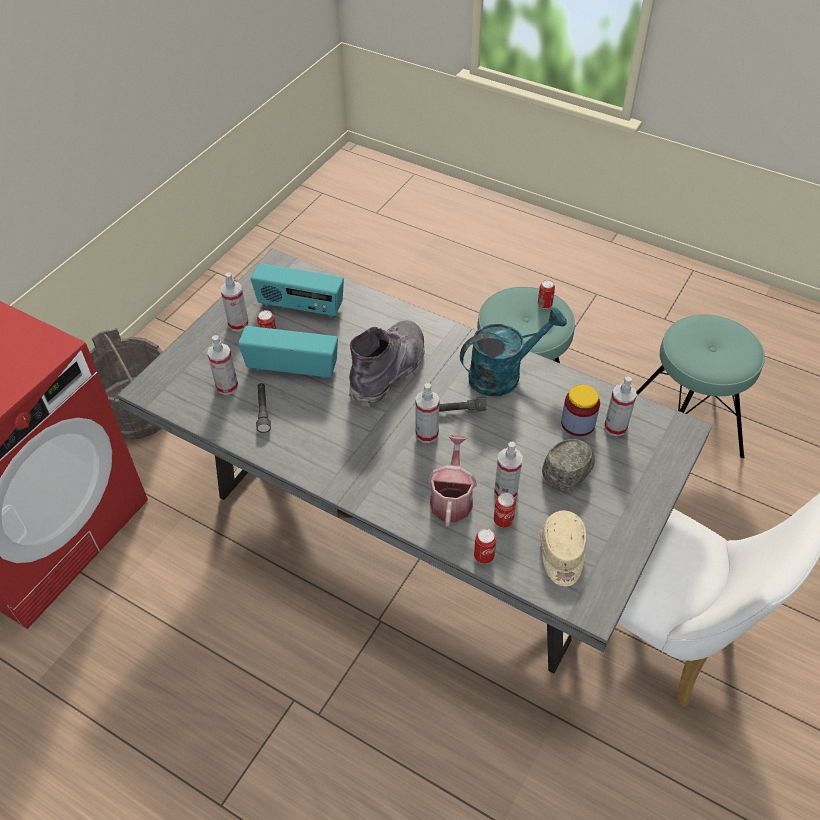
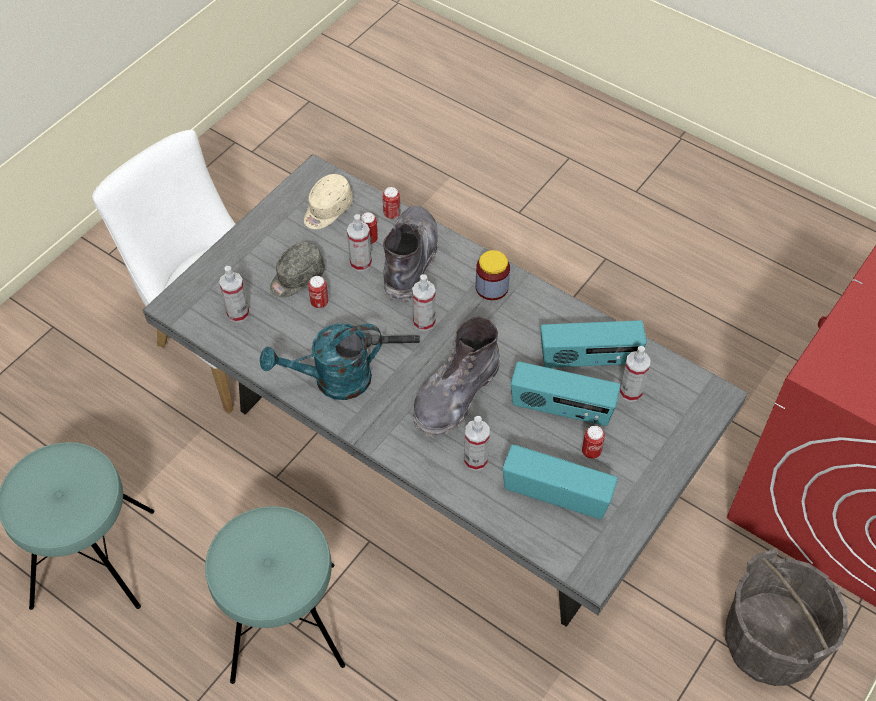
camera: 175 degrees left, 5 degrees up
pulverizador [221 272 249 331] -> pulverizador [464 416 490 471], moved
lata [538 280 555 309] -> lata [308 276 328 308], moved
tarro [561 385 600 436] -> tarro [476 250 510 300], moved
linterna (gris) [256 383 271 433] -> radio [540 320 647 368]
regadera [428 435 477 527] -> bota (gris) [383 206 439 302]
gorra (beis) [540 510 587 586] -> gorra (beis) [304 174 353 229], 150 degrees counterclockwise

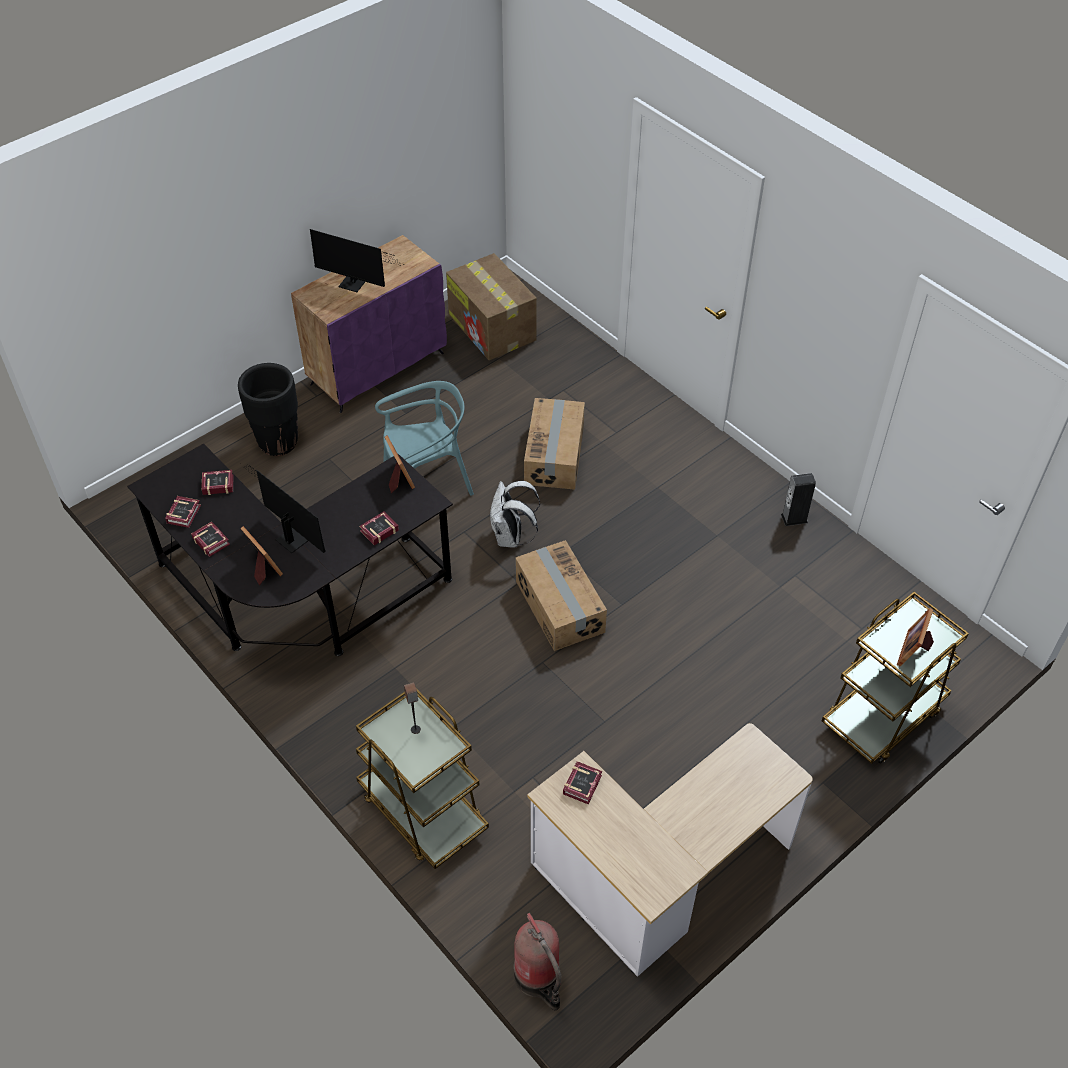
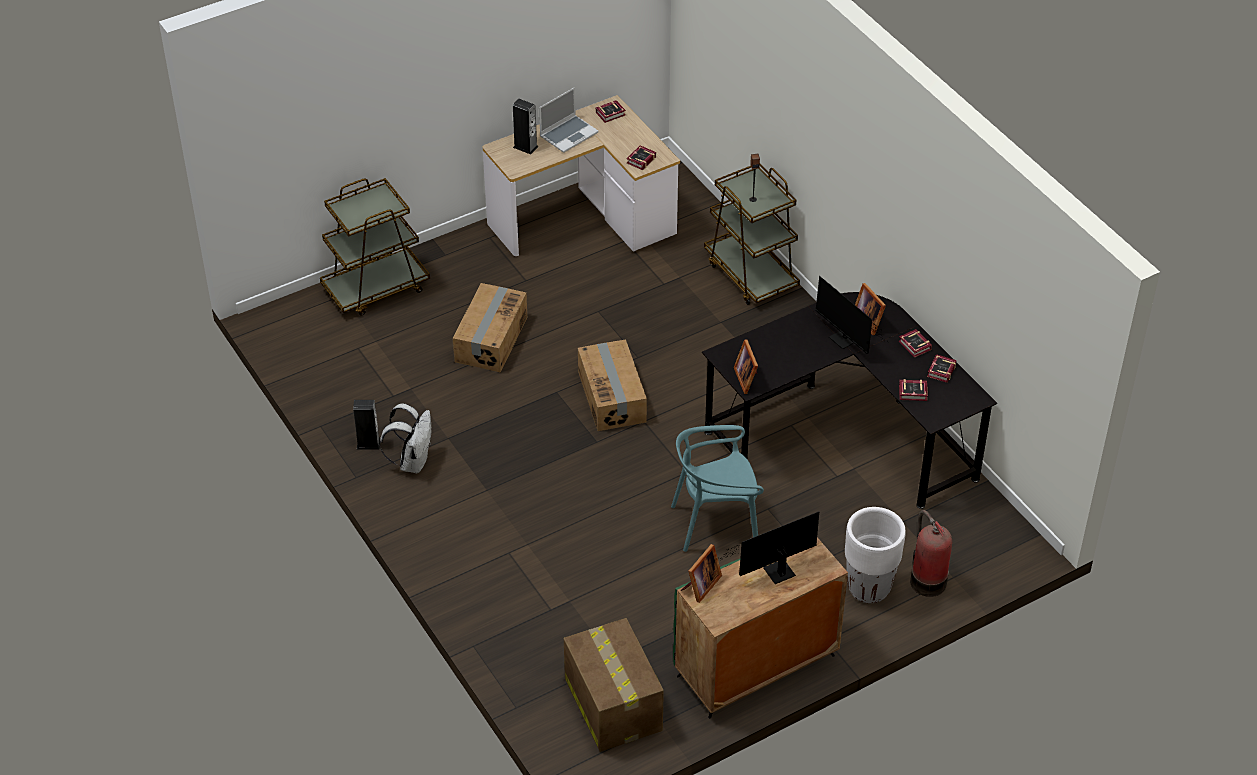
camera: 170 degrees left, 5 degrees down
none -> altavoz [513 99 538 155]
none -> portátil [539 87 599 153]
libro [359 511 399 545] -> libro [596 100 626 123], moved
mochila (blanco) [489 481 540 548] -> mochila (blanco) [380 403 431 473], moved
extintor [514 913 562 1010] -> extintor [910 510 952 597], moved
caja de cartón [524 398 585 490] -> caja de cartón [452 283 527 373], moved
portarretratos [897 608 934 666] -> portarretratos [681 544 722 603], moved
maceta (negro) [238 363 298 456] -> maceta (blanco) [845 507 906 603]
armario (morado) [291 235 447 413] -> armario (verde) [673 537 848 719]
monitor [310 229 405 292] -> monitor [715 512 819 584], 60 degrees counterclockwise

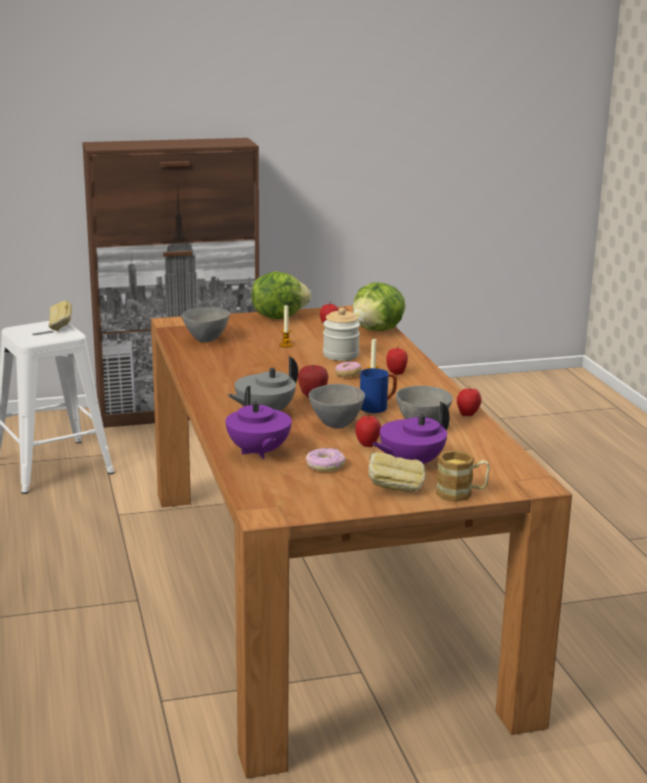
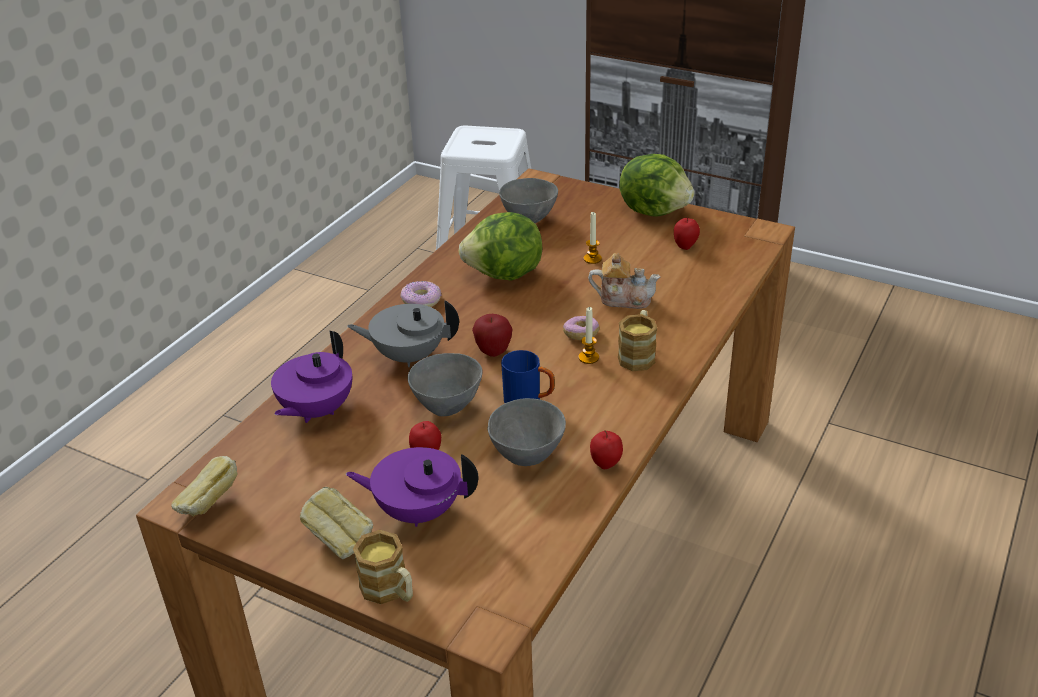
camera: 45 degrees right, 15 degrees up
pan [48 301 72 331] -> pan [171 456 238 517], moved
rosquilla [306 448 346 472] -> rosquilla [400 281 442 307], moved
lechuga [352 282 405 331] -> lechuga [458 212 542 281], moved
tarro [323 308 360 361] -> tetera [588 253 660 309]
manzana [386 346 408 375] -> taza grande [618 310 657 371]

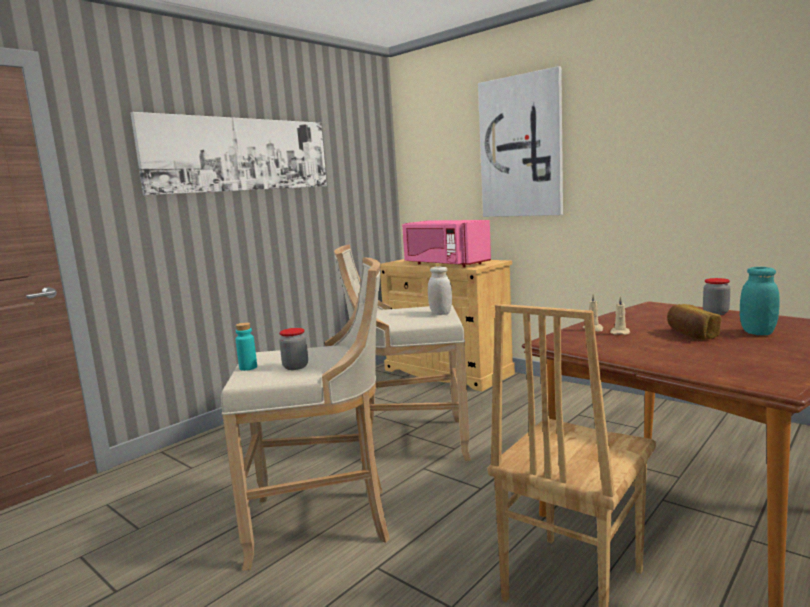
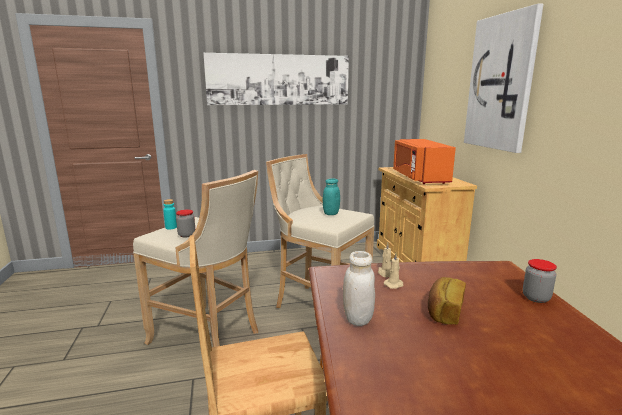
camera: 35 degrees right, 5 degrees up
tarro (blanco) [428 266 452 315] -> tarro (blanco) [343 251 375 326], moved
tarro (turquesa) [740 267 780 335] -> tarro (turquesa) [323 178 340 215], moved
microondas (rosa) [402 220 491 268] -> microondas (naranja) [393 139 456 184]

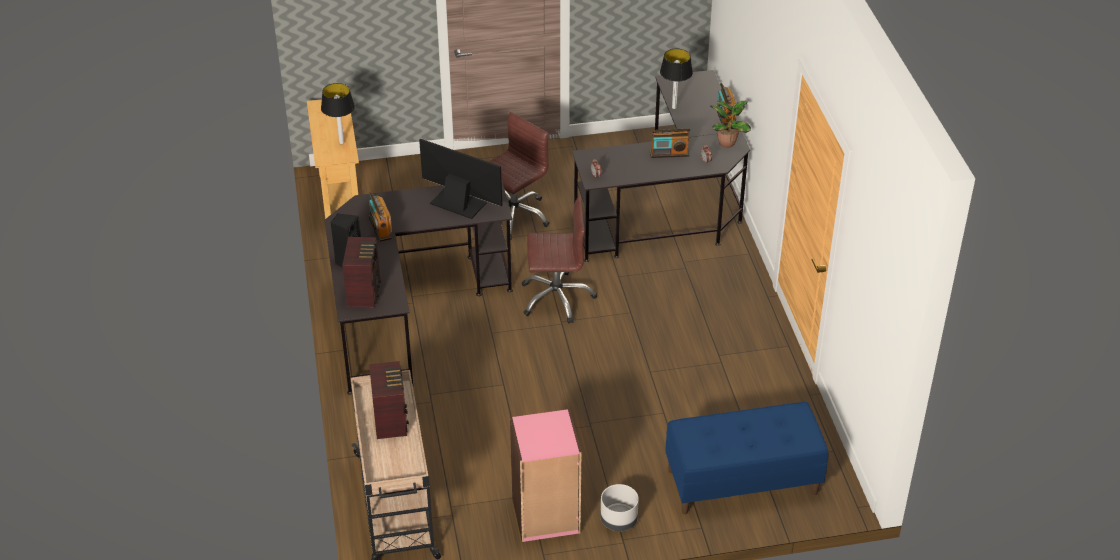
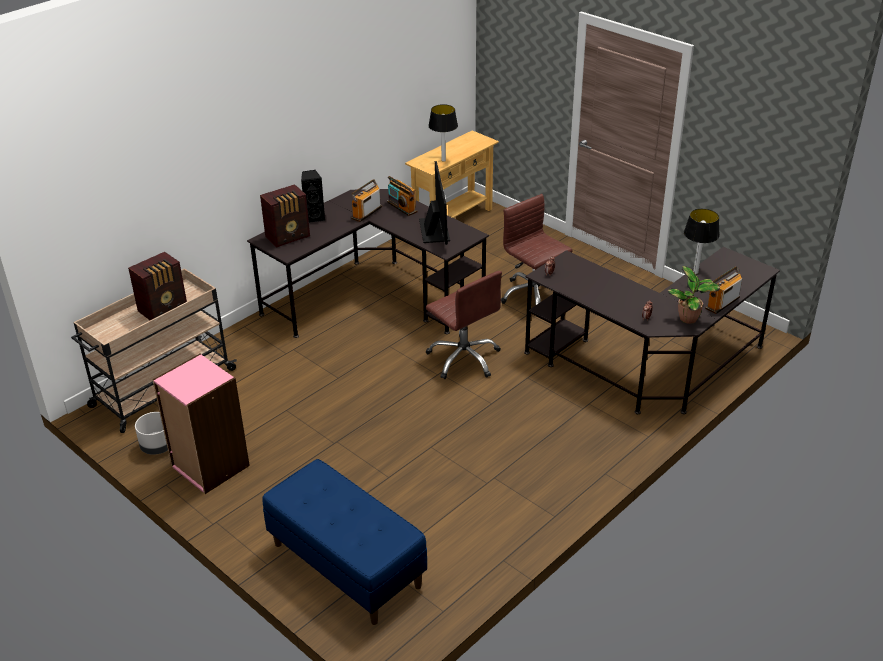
camera: 55 degrees right, 5 degrees down
maceta (gris) [600 484 639 531] -> maceta (gris) [135 412 168 455], moved
radio [650 129 690 158] -> radio [387 176 418 216], moved
silla de oficina (marrón) [489 112 550 240] -> silla de oficina (marrón) [501 194 573 306], 135 degrees counterclockwise

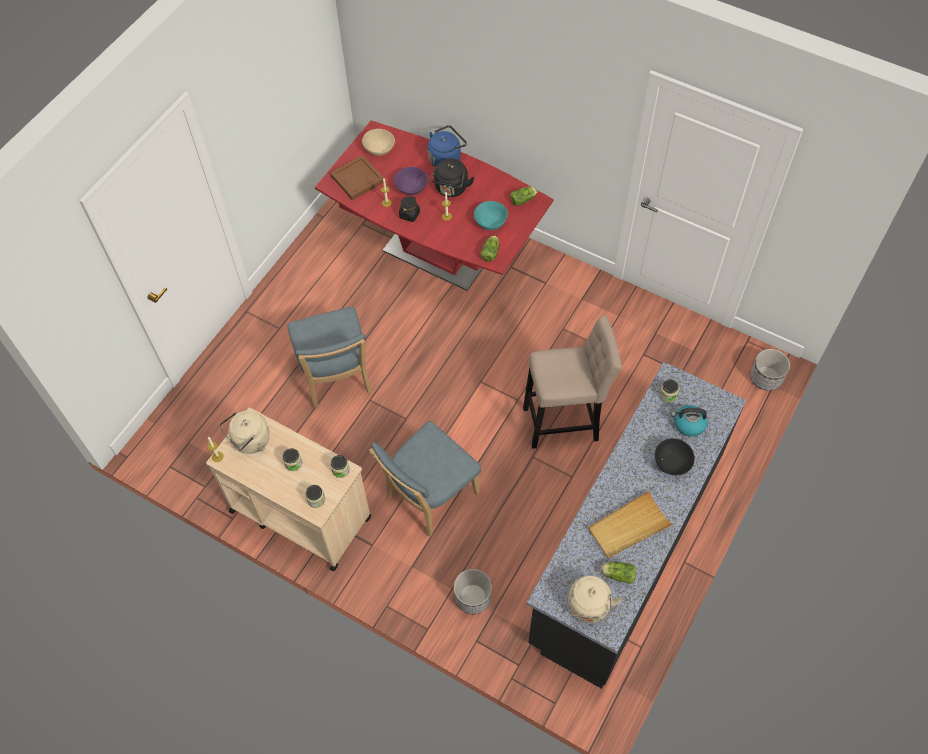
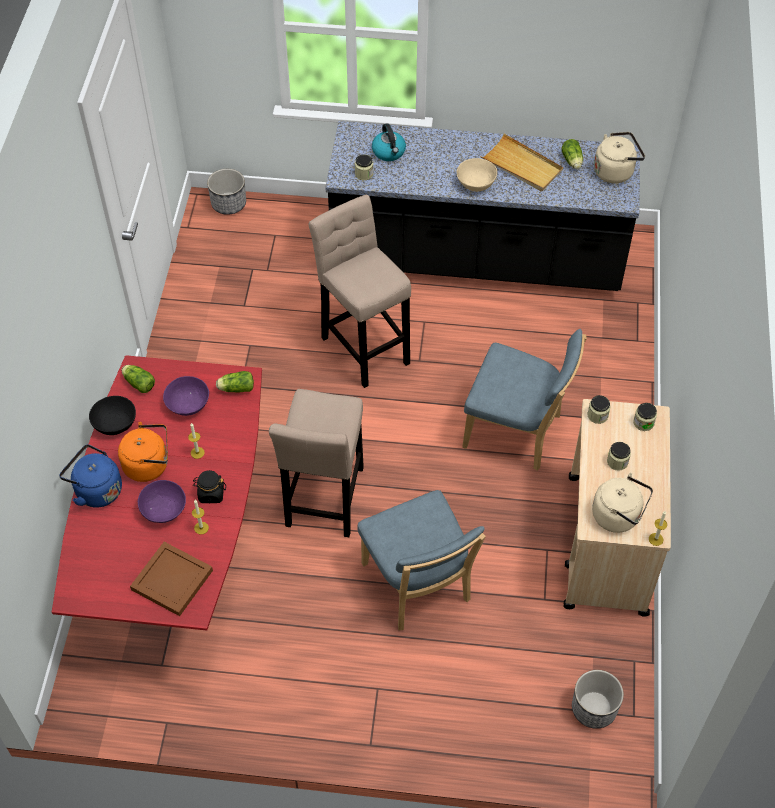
camera: 115 degrees left, 5 degrees down
none -> taburete (beis) [269 389 364 537]
cuenco (beis) [362 129 395 156] -> cuenco (beis) [457 158 497 192], moved
maceta [454 569 492 614] -> maceta [572 670 624 729], moved
cuenco (negro) [655 438 695 475] -> cuenco (negro) [89 396 136 435], moved
hervidor (negro) [431 158 475 197] -> hervidor (naranja) [118 422 168 482]
cuenco (turquesa) [474 201 508 230] -> cuenco (morado) [163 376 209 416]
silla (azul) [287 307 372 408] -> silla (azul) [358 490 486 630], 105 degrees clockwise

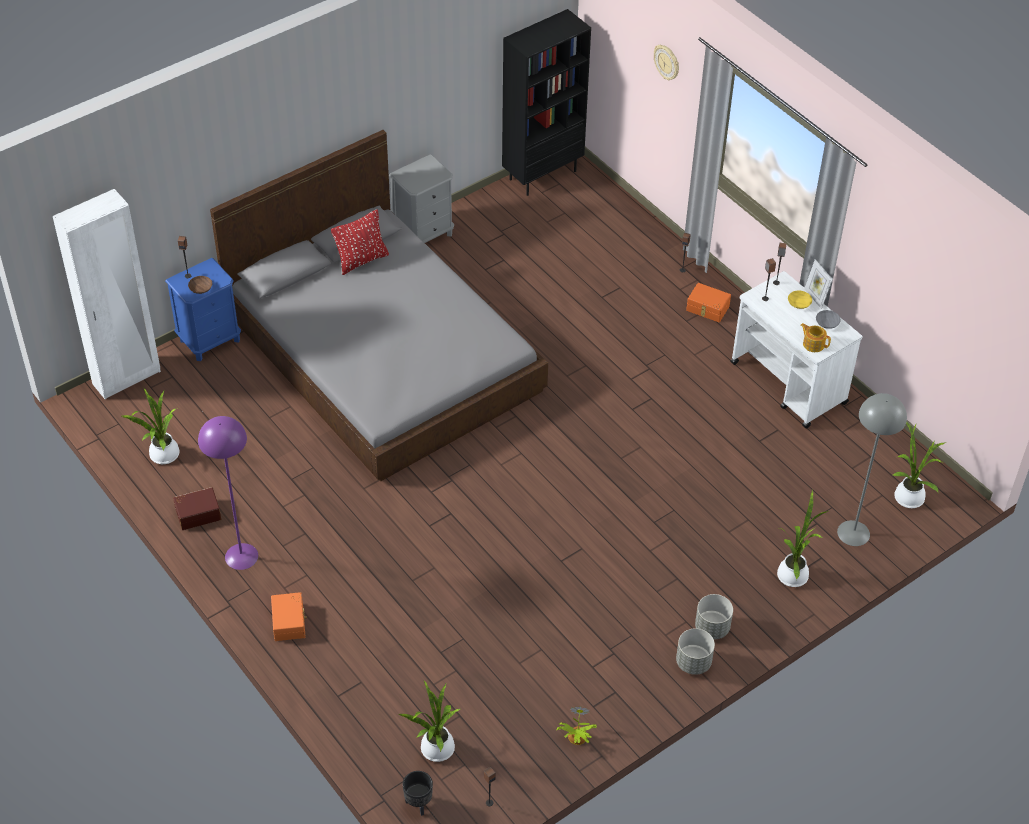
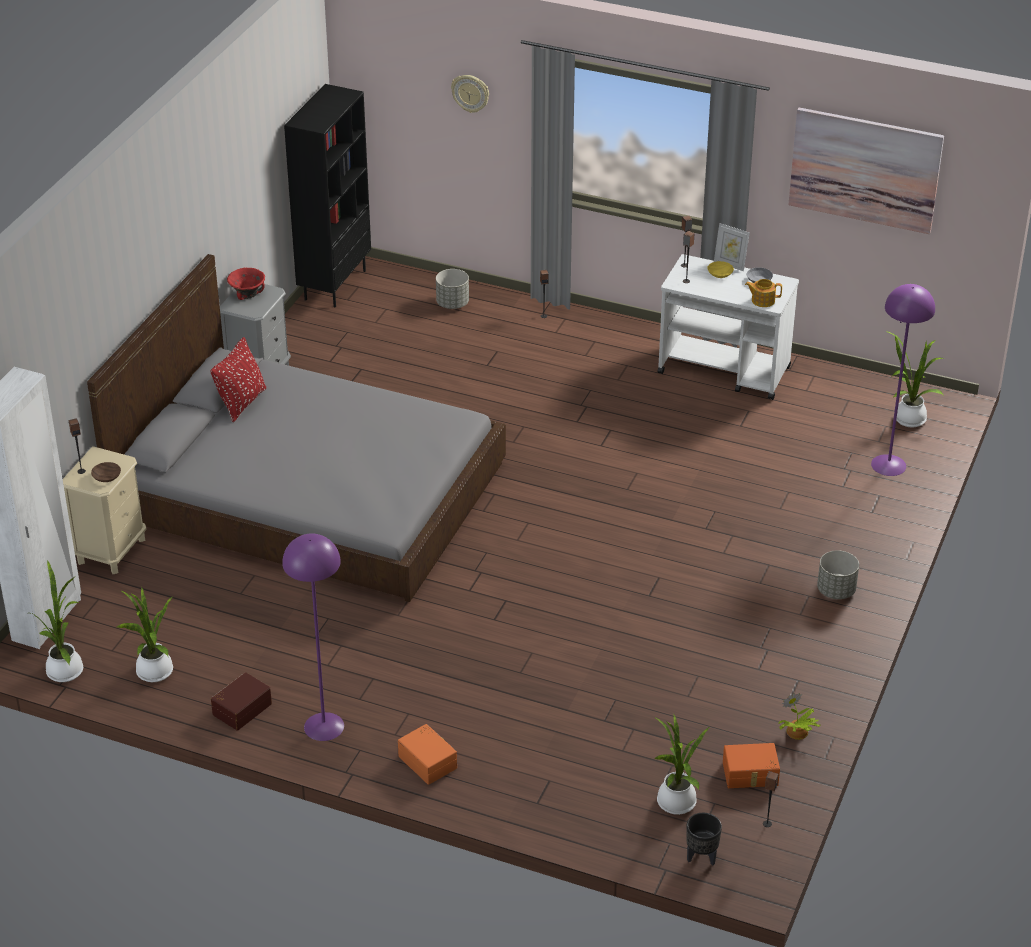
camera: 30 degrees left, 10 degrees down
none -> cuenco (rojo) [227 268 265 300]
none -> cuadro [788 108 944 234]
maceta (gris) [676 628 715 675] -> maceta (gris) [436 269 469 309], moved
caja de almacenaje (naranja) [686 283 731 322] -> caja de almacenaje (naranja) [723 743 780 788], moved
planta en maceta [777 490 828 587] -> planta en maceta [31 559 83 682], moved
mesita de noche (azul) [165 258 241 361] -> mesita de noche (beis) [63 446 147 574]
lámpara de pie (gris) [837 393 907 546] -> lámpara de pie (morado) [871 284 935 476]

